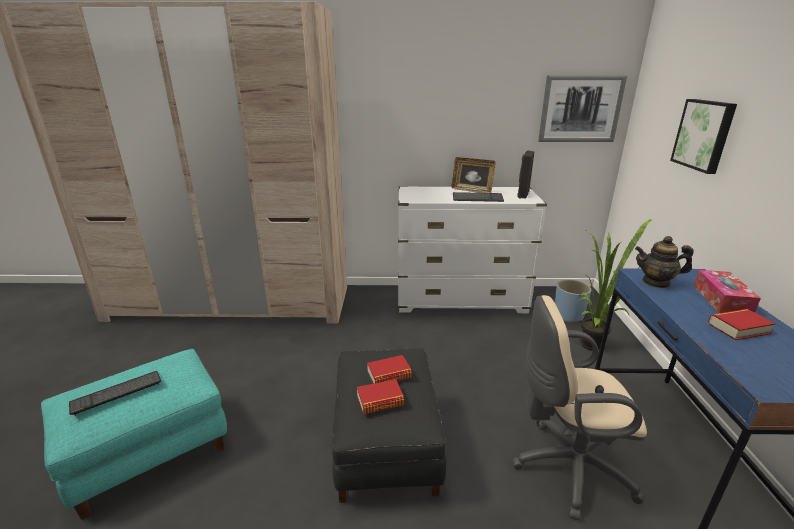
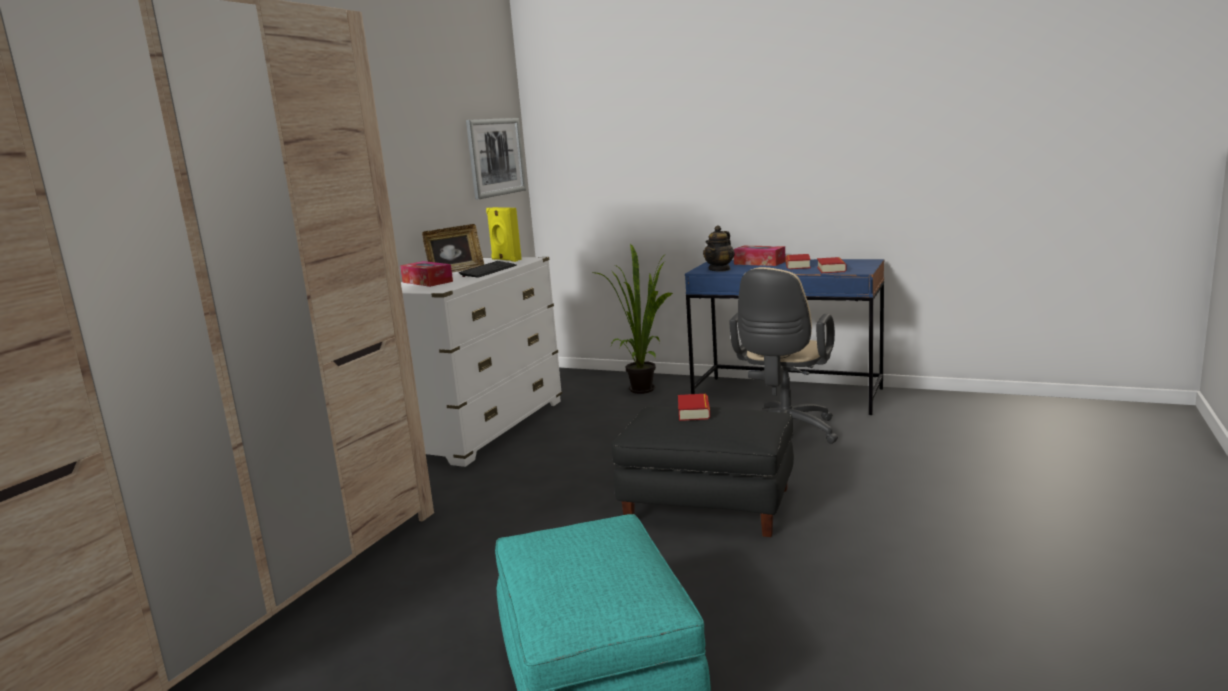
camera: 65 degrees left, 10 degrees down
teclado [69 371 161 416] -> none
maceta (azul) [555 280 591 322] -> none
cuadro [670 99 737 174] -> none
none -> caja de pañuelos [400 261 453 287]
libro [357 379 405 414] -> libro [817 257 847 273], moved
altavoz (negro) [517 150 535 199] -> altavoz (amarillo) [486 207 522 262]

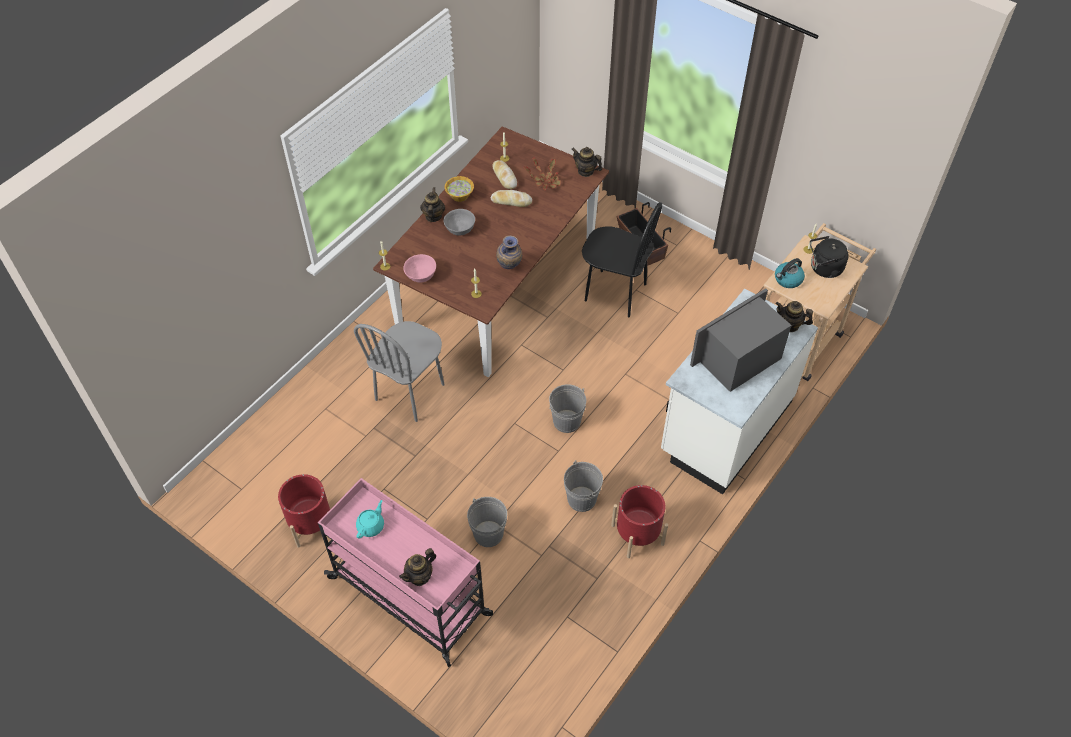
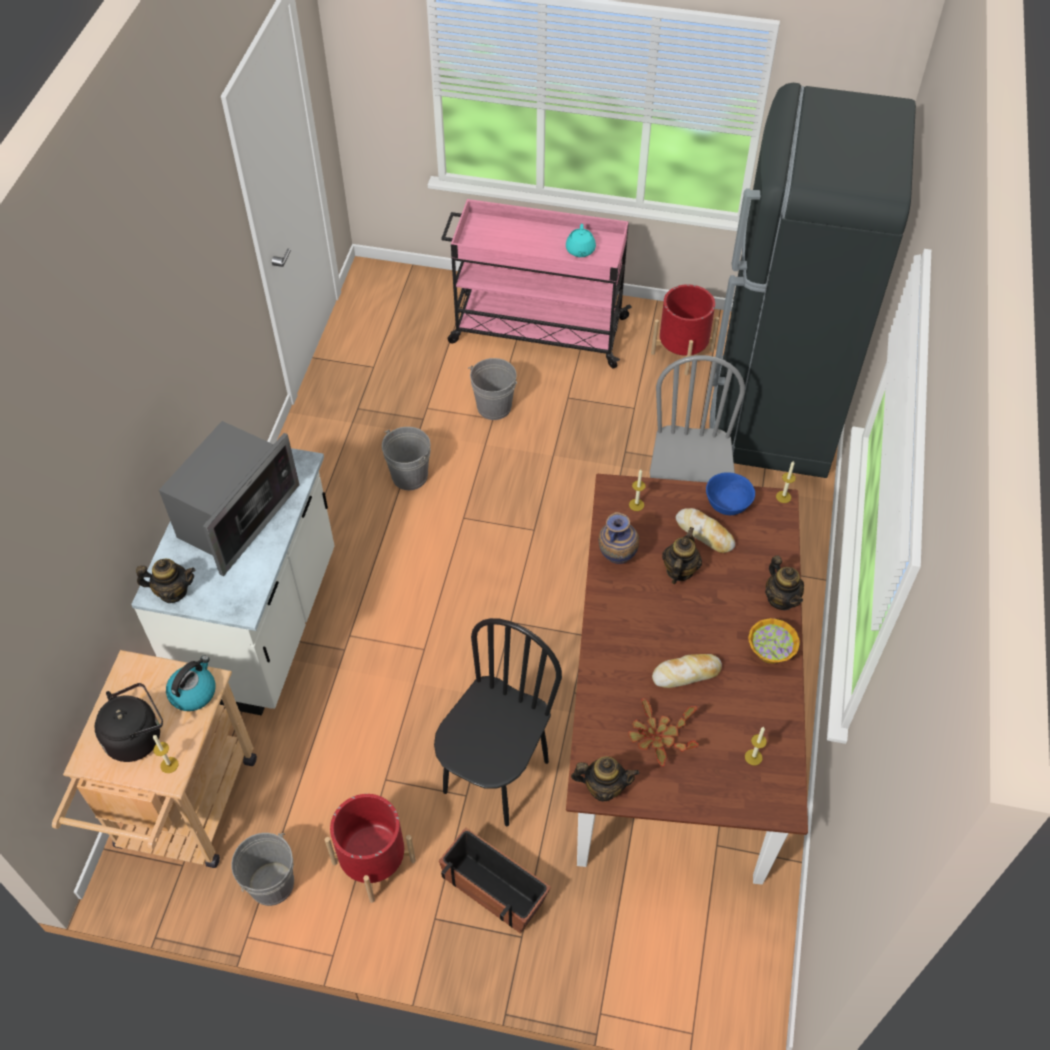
camera: 155 degrees right, 0 degrees up
cuenco (gris) [444 209 475 235] -> none
none -> nevera (negro) [709 83 916 478]
tetera [399 548 436 586] -> tetera [662 527 702 584], moved
pan [492 160 517 189] -> pan [676 508 735 553], moved
cubo (gris) [549 384 586 433] -> cubo (gris) [231 833 294 906], moved
maceta (rojo) [611 485 668 558] -> maceta (rojo) [325 794 416 903], moved
cuenco (rosa) [403 254 436 283] -> cuenco (azul) [706 472 755 515]
silla (negro) [582 202 662 317] -> silla (negro) [434 618 562 826], 120 degrees clockwise

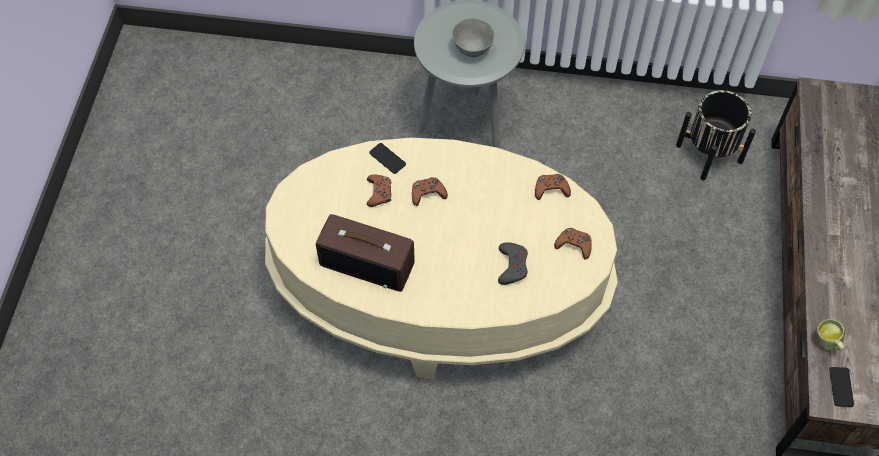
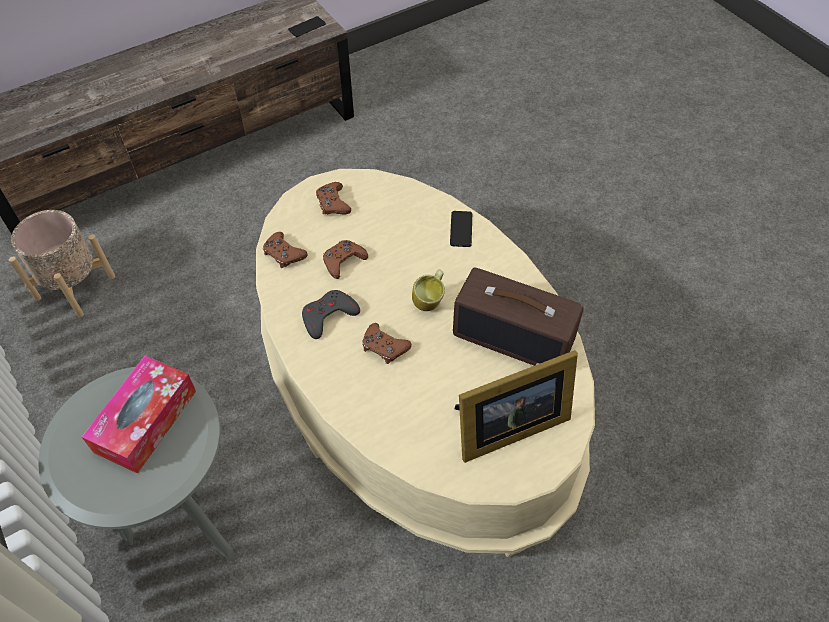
camera: 130 degrees left, 5 degrees down
none -> portarretratos [455 350 578 463]
mando de consola (marrón) [367 175 392 207] -> mando de consola (marrón) [323 240 368 279], moved
móvil [369 143 406 174] -> móvil [450 211 472 247], moved
mando de consola (gris) [498 242 528 285] -> mando de consola (gris) [302 290 360 339], moved
taza grande [817 319 845 351] -> taza grande [412 269 445 311], moved
cuenco (gris) [452 18 494 57] -> caja de pañuelos [82 356 196 474]
maceta (negro) [676 90 756 180] -> maceta (beis) [9 210 115 317]
radio [316 214 415 292] -> radio [453 268 584 366], 135 degrees clockwise

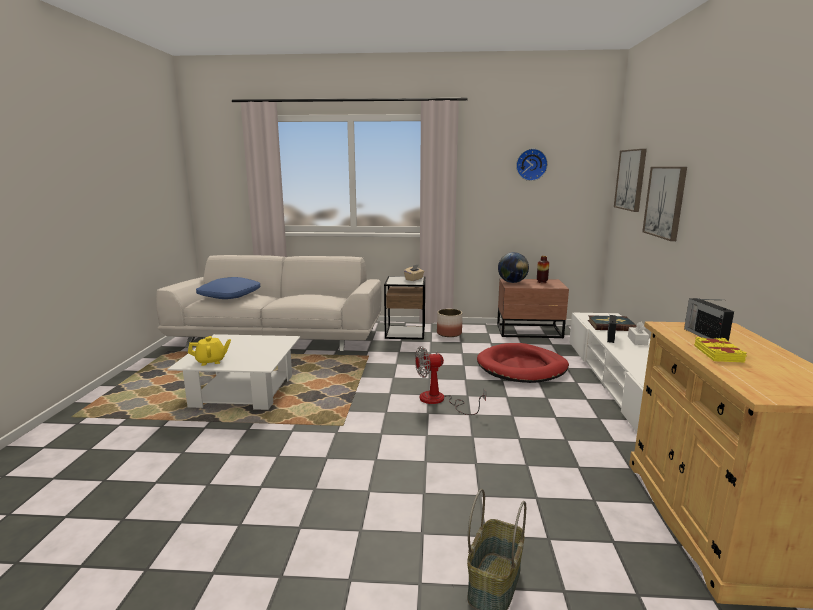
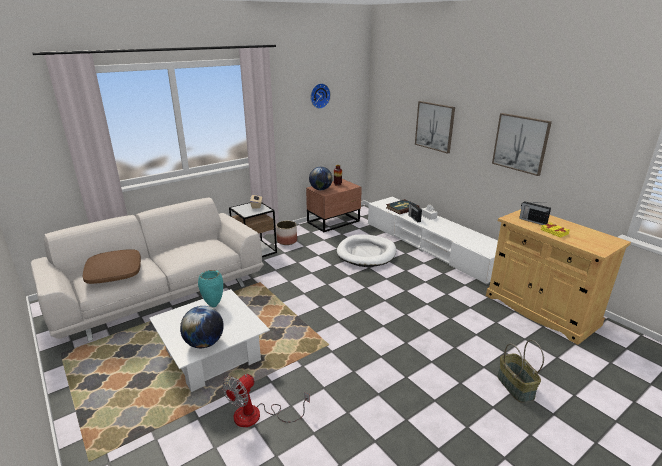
camera: 40 degrees left, 10 degrees up
none -> florero (turquesa) [198 270 223 307]
ventilador [415 346 486 415] -> ventilador [222 374 310 427], moved
cuadro [614 149 647 212] -> cuadro [492 113 552 176], moved
tetera (amarillo) [188 336 231 366] -> globo terráqueo [180 306 224 348]
cojín (azul) [196 277 260 299] -> cojín (marrón) [82 249 141 284]
cama para perro (rojo) [477 343 569 383] -> cama para perro (blanco) [337 234 396 267]

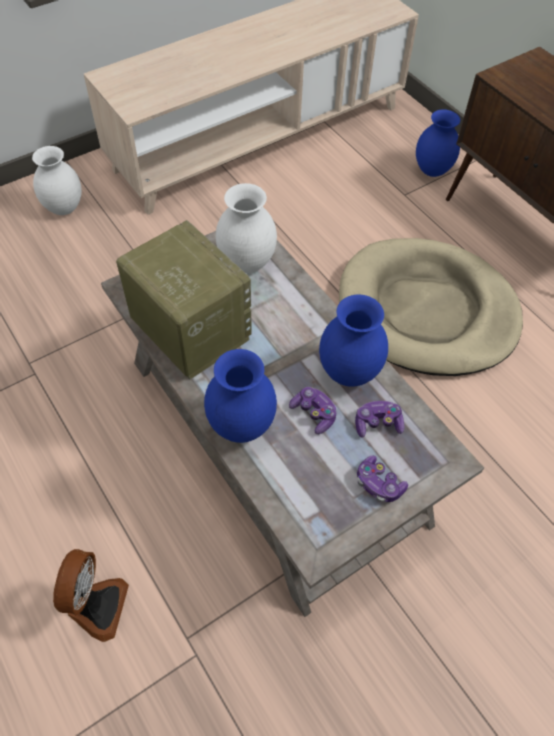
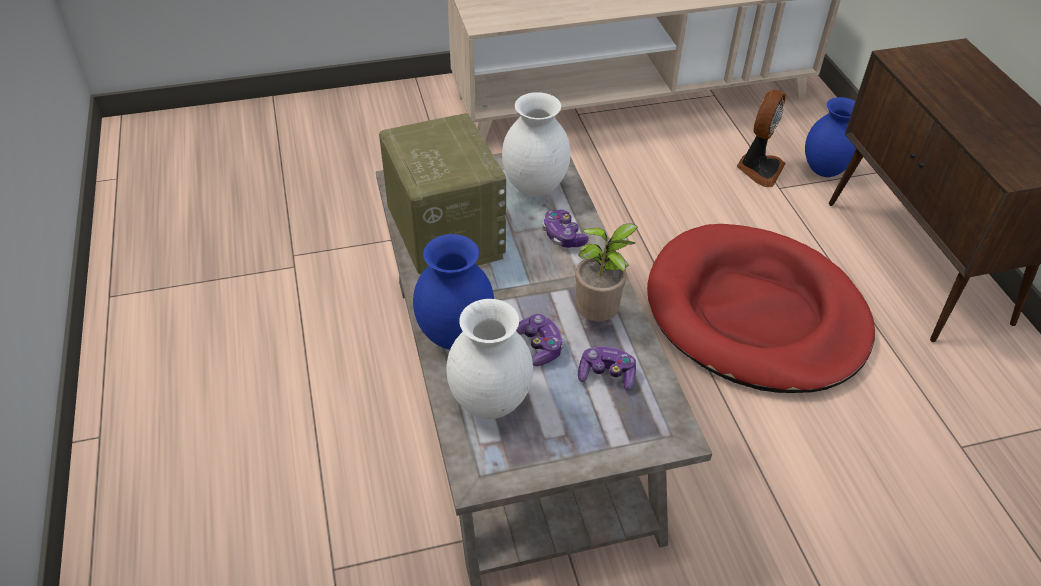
camera: 20 degrees right, 10 degrees down
florero (blanco) [32 146 82 215] -> florero (blanco) [446 299 533 419], moved
ventilador [53 549 129 642] -> ventilador [737 90 786 187], moved
mando de consola [357 455 408 502] -> mando de consola [543 210 589 248], moved
florero (azul) [319 294 388 387] -> planta en maceta [575 224 638 321]
cama para perro (beis) [339 238 523 376] -> cama para perro (rojo) [647 224 875 393]

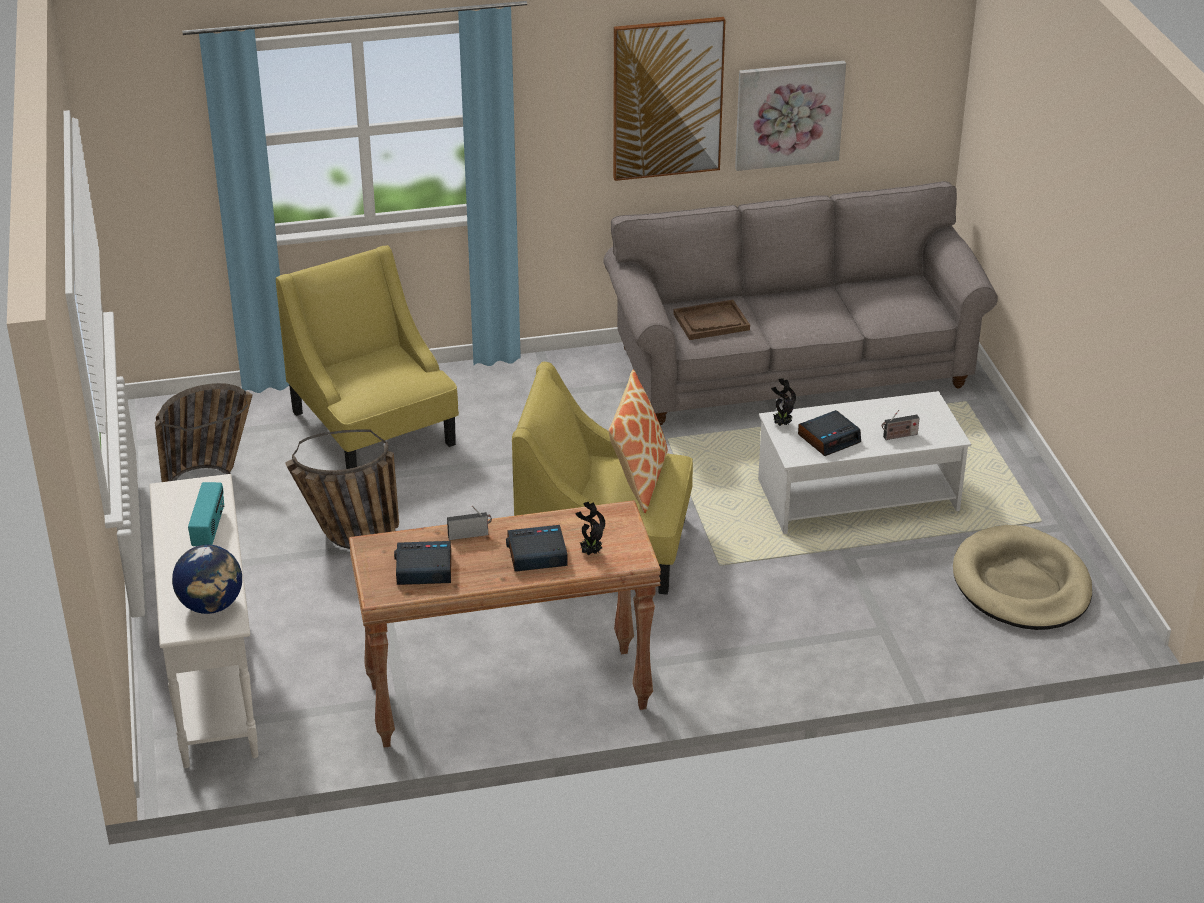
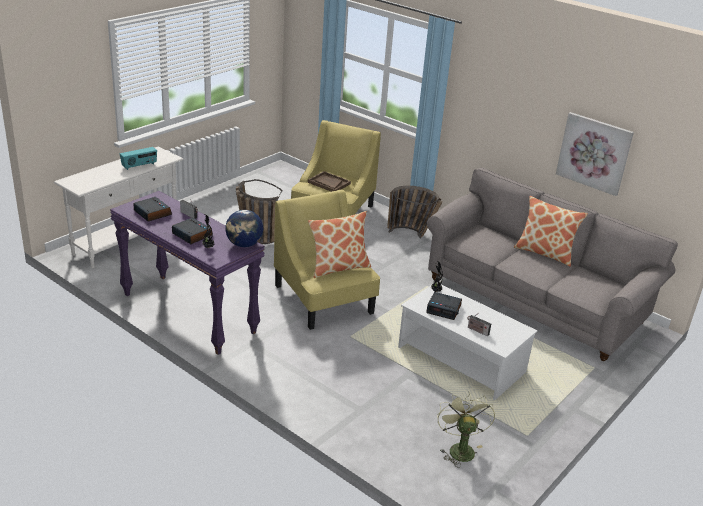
camera: 50 degrees right, 5 degrees down
cuadro [613 17 726 181] -> none
none -> cojín [514 196 588 267]
cesta [155 383 252 482] -> cesta [387 186 442 239], moved
globo terráqueo [172 545 242 614] -> globo terráqueo [225 210 263 247], moved
bandeja (marrón) [673 300 750 340] -> bandeja (marrón) [308 171 351 192], moved
cama para perro (beis) [953 525 1092 630] -> ventilador (verde) [437 393 495 468]
mesa consola (marrón) [349 500 661 748] -> mesa consola (morado) [110 191 265 355]

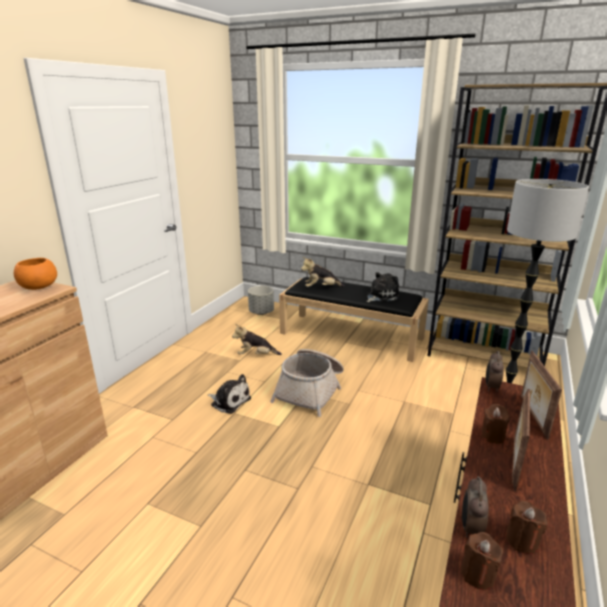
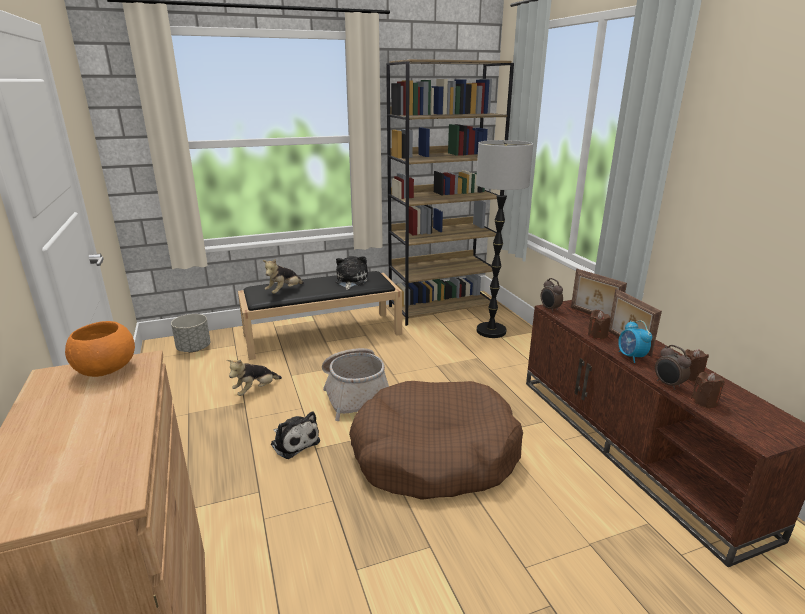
camera: 45 degrees left, 0 degrees up
none -> cama para perro (marrón) [349 381 523 500]
none -> despertador [618 320 652 363]
peluche [208 374 251 414] -> peluche [271 411 320 459], 60 degrees clockwise

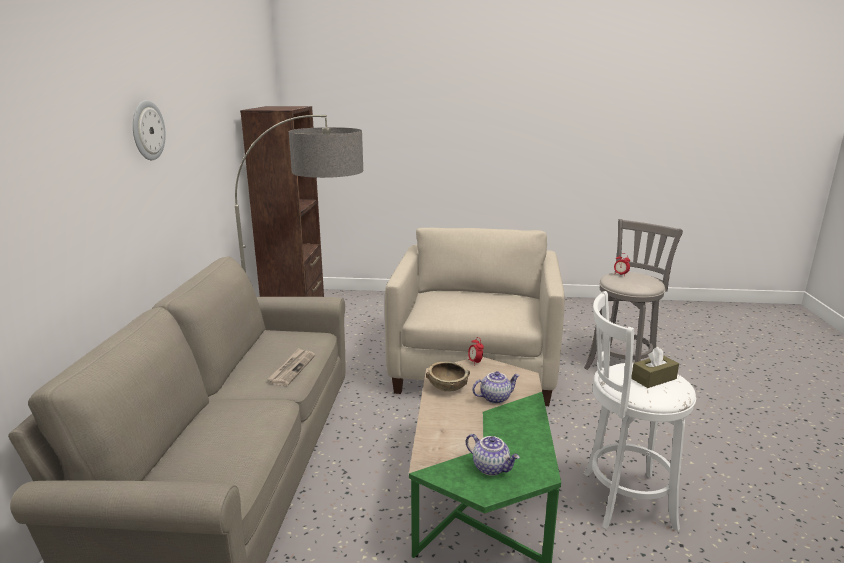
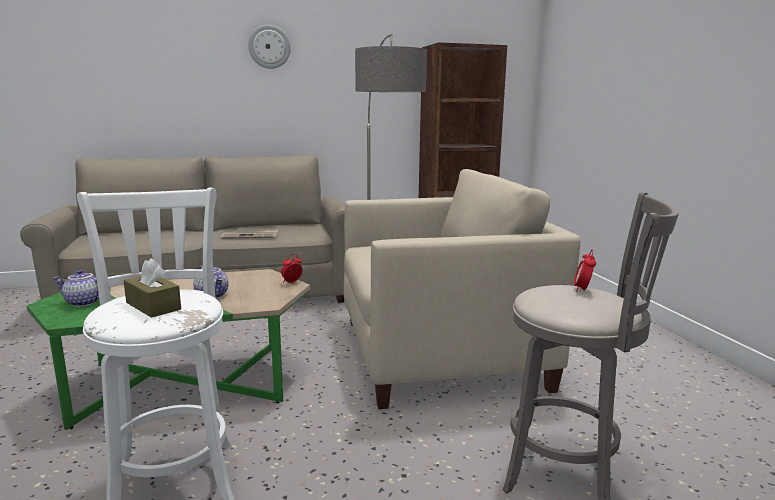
camera: 70 degrees right, 5 degrees down
cuenco (marrón) [426 361 470 392] -> none
tetera [466 434 520 476] -> tetera [53 270 111 307], 75 degrees clockwise

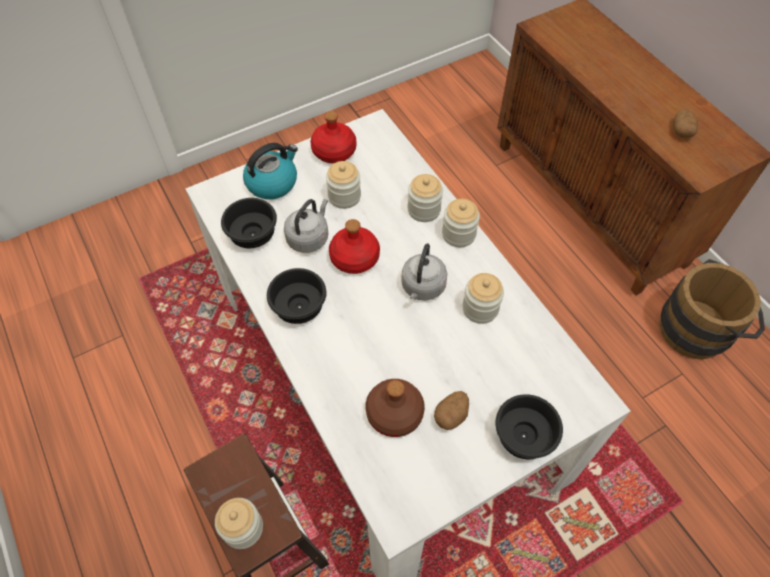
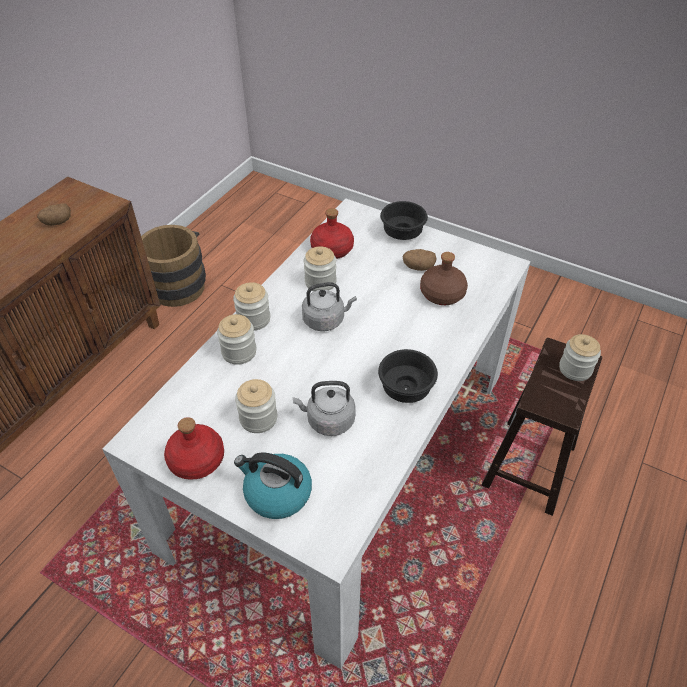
camera: 120 degrees left, 10 degrees down
cuenco (negro) [221 198 277 248] -> none
botella (rojo) [329 219 380 274] -> botella (rojo) [310 208 354 259], moved

